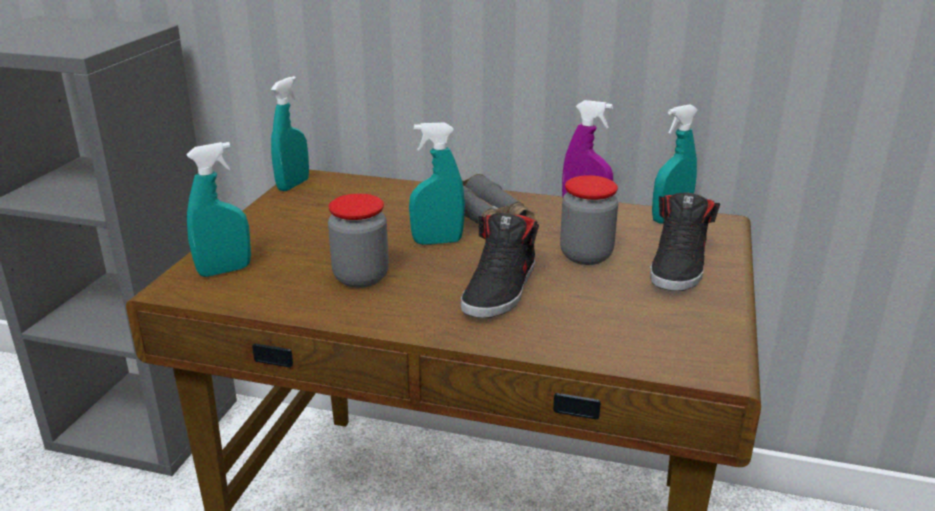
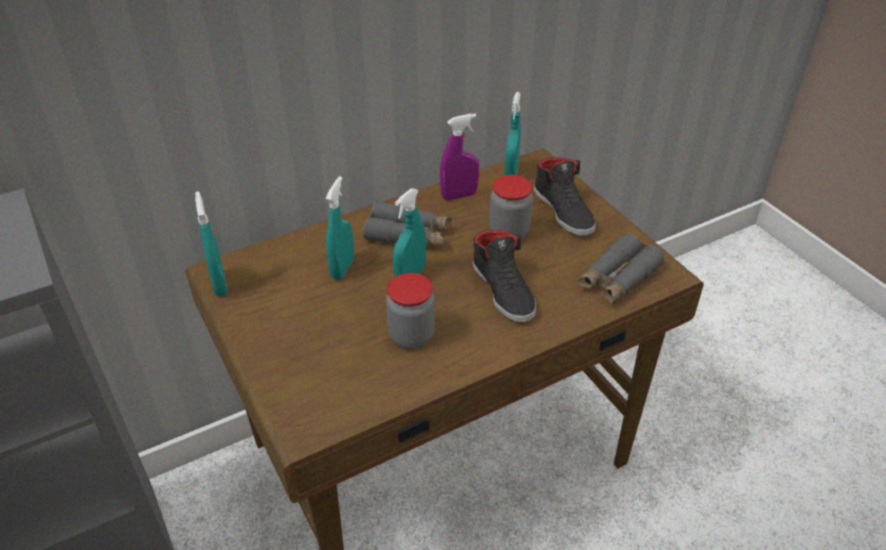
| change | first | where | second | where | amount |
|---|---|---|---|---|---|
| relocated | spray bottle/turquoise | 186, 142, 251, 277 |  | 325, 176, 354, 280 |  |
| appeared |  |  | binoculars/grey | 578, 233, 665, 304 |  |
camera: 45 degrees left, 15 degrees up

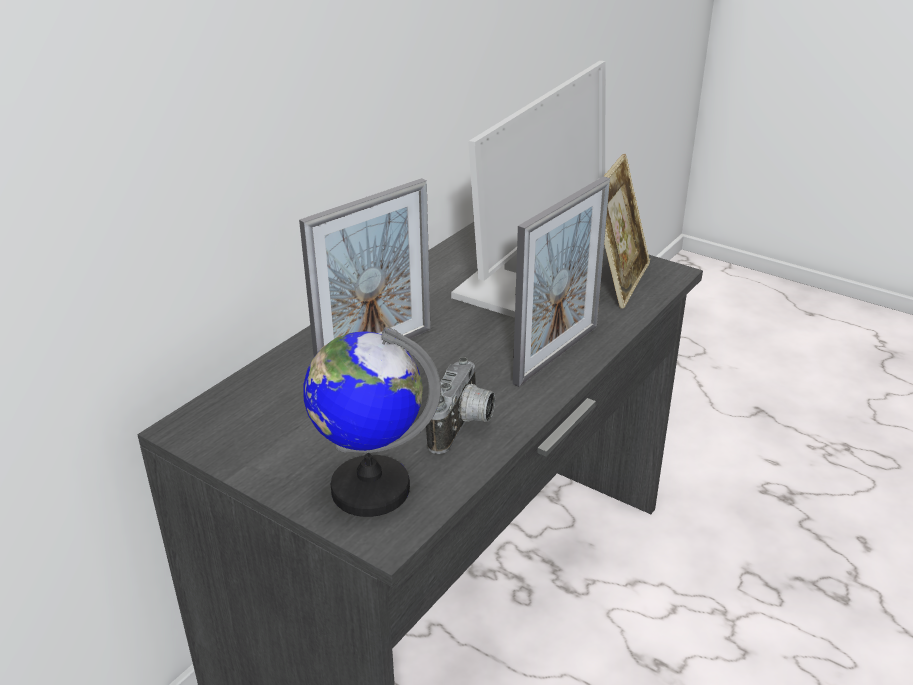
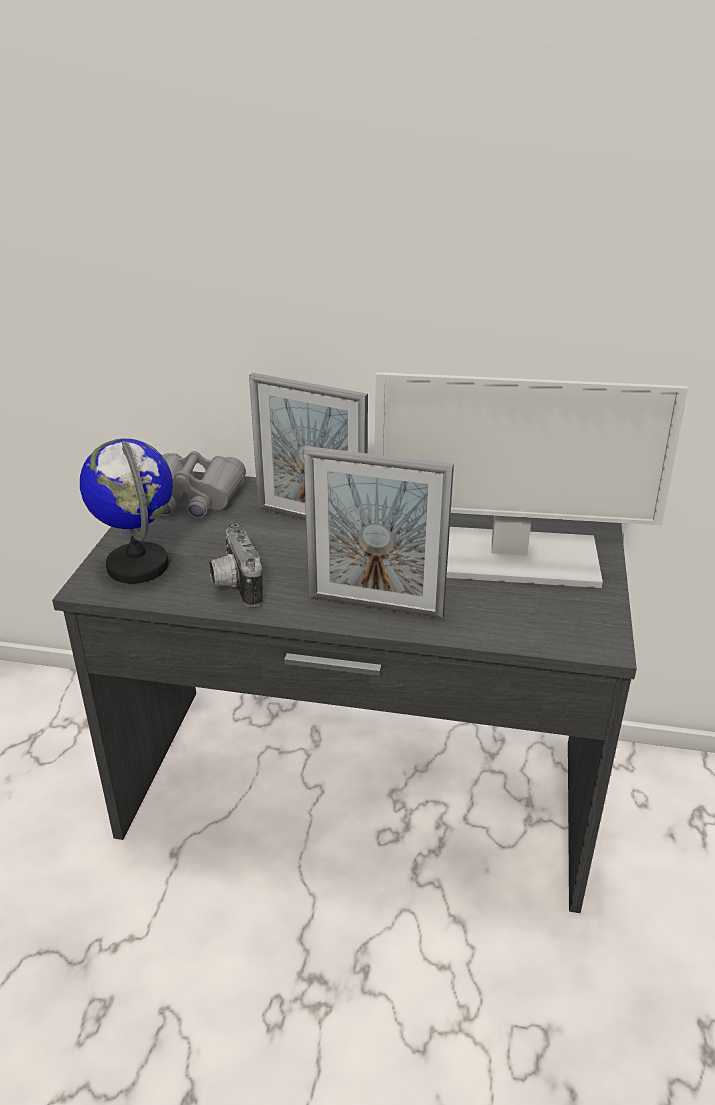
| change | first | where | second | where | amount |
|---|---|---|---|---|---|
| spun | photo camera | 426, 357, 495, 454 |  | 209, 522, 263, 607 | 75 degrees clockwise |
| missing | picture frame | 604, 154, 650, 308 |  |  |  |
| appeared |  |  | binoculars/grey | 160, 451, 246, 519 |  |
camera: 65 degrees right, 0 degrees up

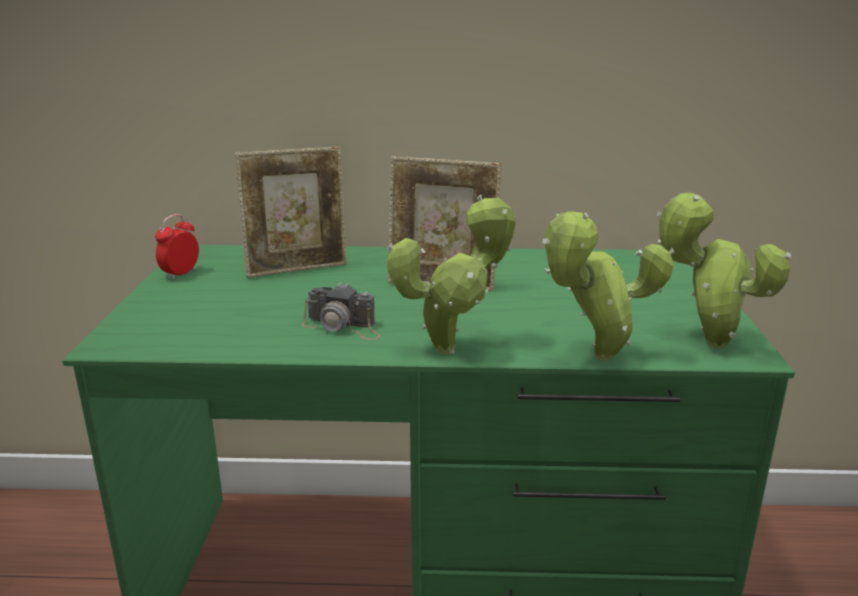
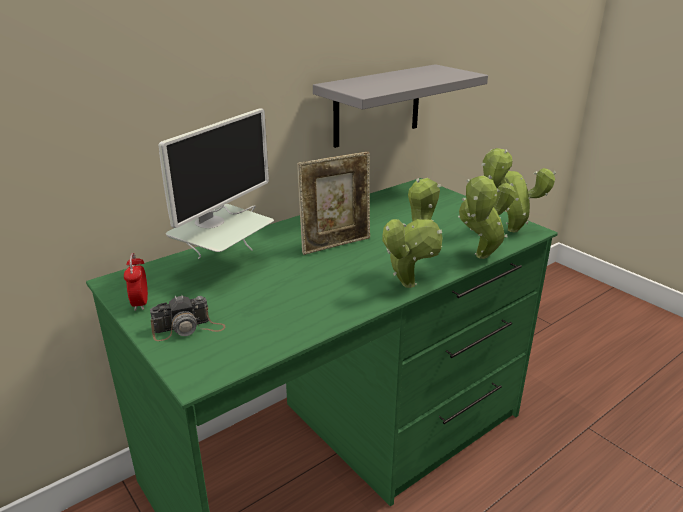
| change | first | where | second | where | amount |
|---|---|---|---|---|---|
| exchanged | picture frame | 235, 147, 347, 278 | monitor | 159, 108, 274, 259 |  |
| relocated | photo camera | 301, 283, 381, 340 |  | 150, 294, 225, 341 |  |
| appeared |  |  | shelf/grey | 313, 64, 488, 148 |  |
camera: 40 degrees left, 5 degrees up

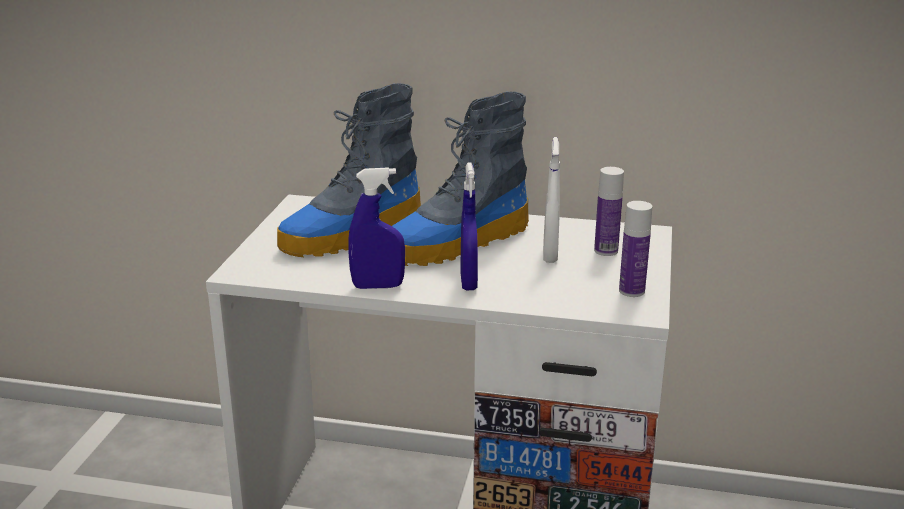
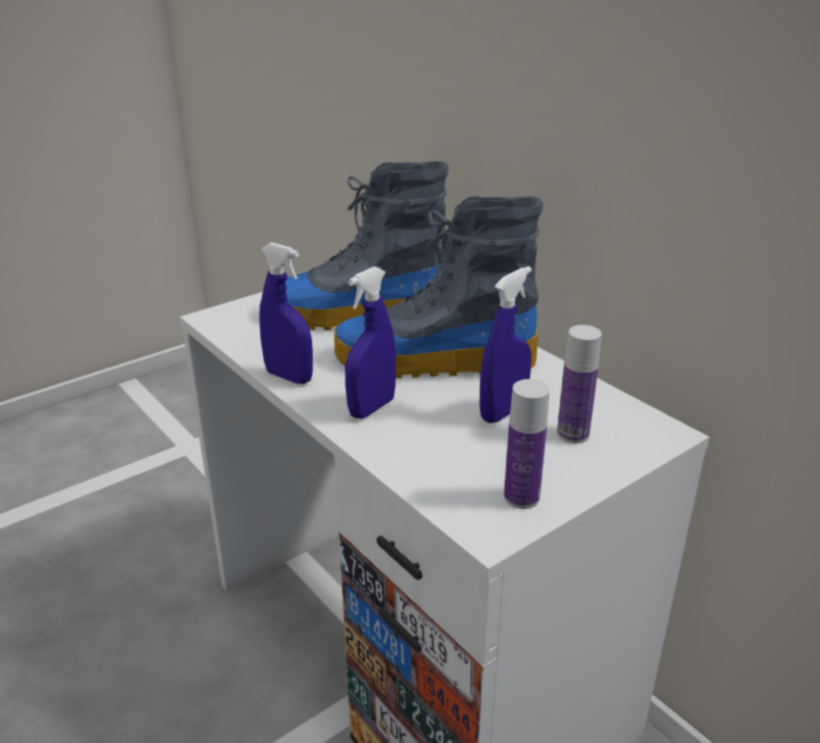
| change | first | where | second | where | amount |
|---|---|---|---|---|---|
| colour | spray bottle/white | 543, 137, 560, 263 | spray bottle/blue | 480, 266, 532, 423 |  |
camera: 40 degrees right, 5 degrees up

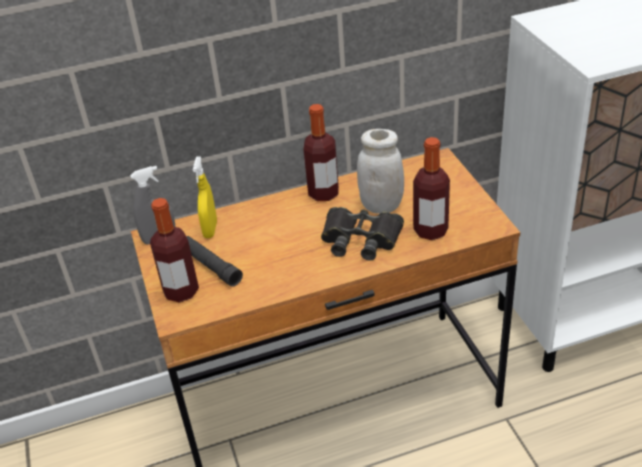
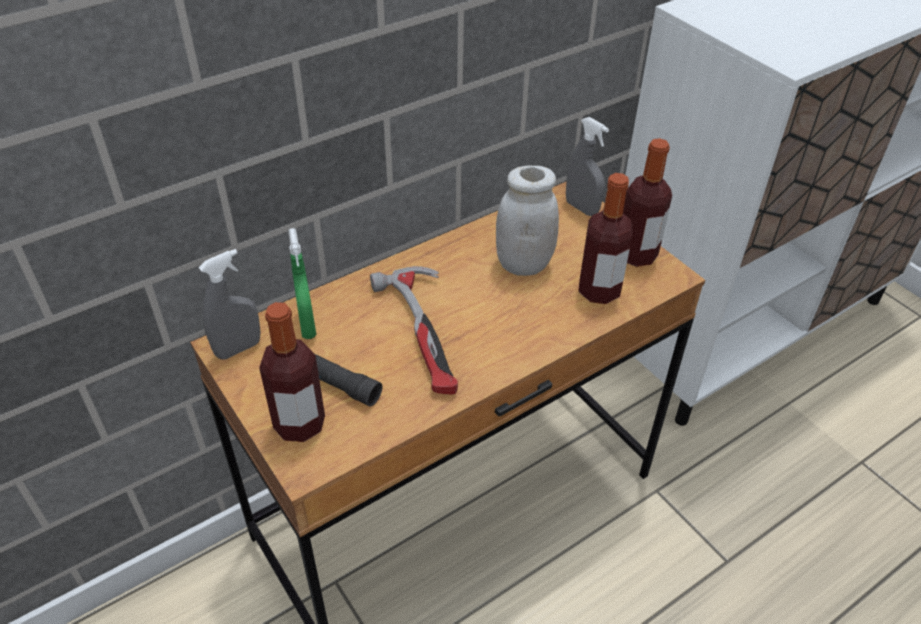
| change | first | where | second | where | amount |
|---|---|---|---|---|---|
| colour | spray bottle/yellow | 193, 156, 217, 238 | spray bottle/green | 289, 228, 317, 339 |  |
| relocated | bottle | 304, 104, 339, 201 |  | 623, 138, 672, 267 |  |
| missing | binoculars/black | 321, 207, 404, 261 |  |  |  |
| appeared |  |  | hammer | 370, 266, 458, 394 |  |
| appeared |  |  | spray bottle/grey | 566, 117, 609, 216 |  |
camera: 20 degrees left, 5 degrees up

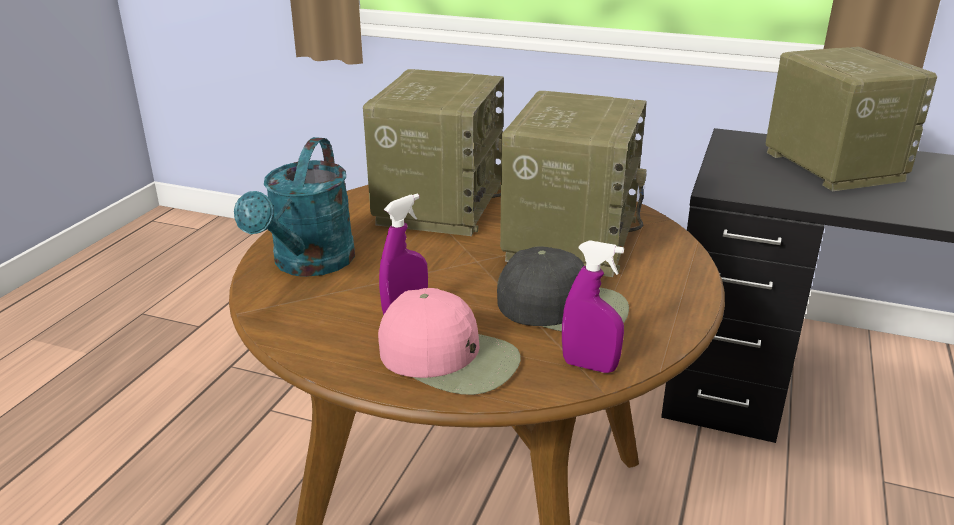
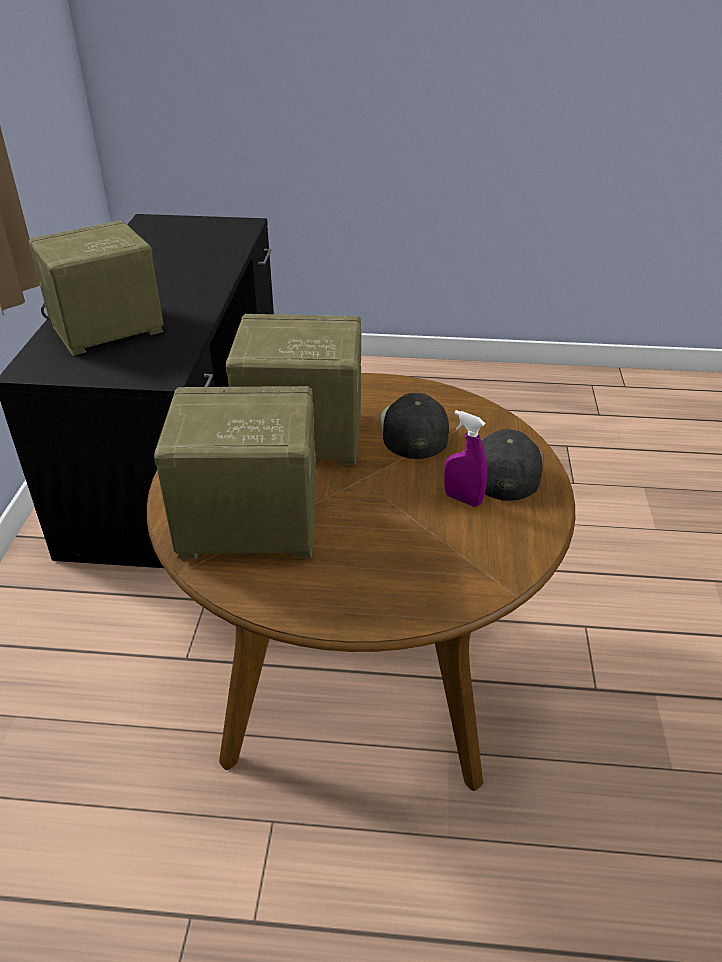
| change | first | where | second | where | amount |
|---|---|---|---|---|---|
| missing | watering can/turquoise | 234, 137, 355, 277 |  |  |  |
| colour | cap/pink | 378, 288, 521, 395 | cap/black | 481, 429, 543, 501 |  |
| missing | spray bottle/purple | 562, 240, 624, 373 |  |  |  |
camera: 105 degrees left, 10 degrees up

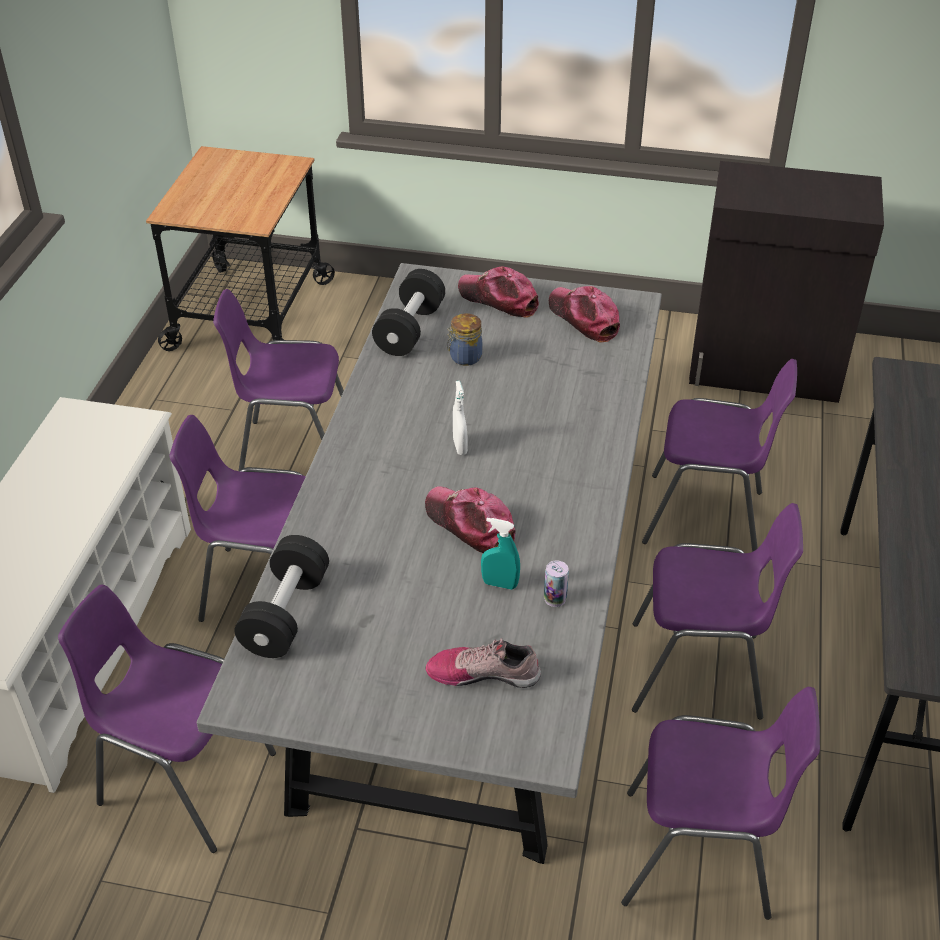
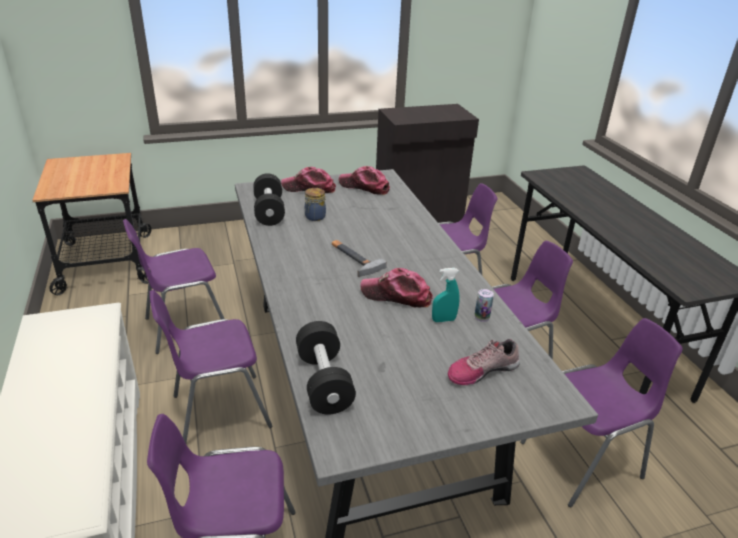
| change | first | where | second | where | amount |
|---|---|---|---|---|---|
| exchanged | spray bottle/white | 453, 381, 468, 455 | hammer | 332, 240, 387, 277 |  |
camera: 30 degrees left, 10 degrees down

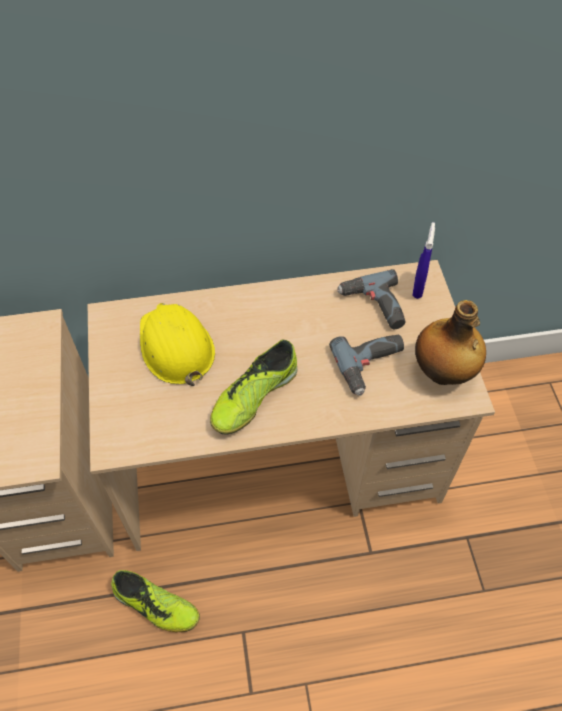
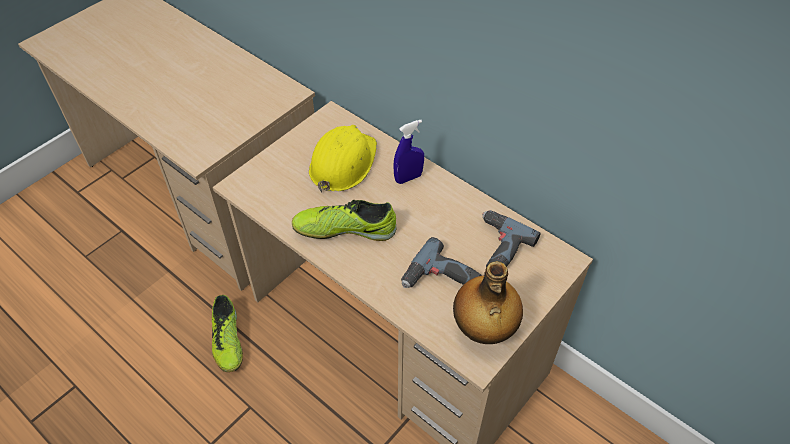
| change | first | where | second | where | amount |
|---|---|---|---|---|---|
| relocated | spray bottle/blue | 412, 222, 435, 299 |  | 393, 119, 424, 184 |  |
camera: 50 degrees right, 5 degrees down

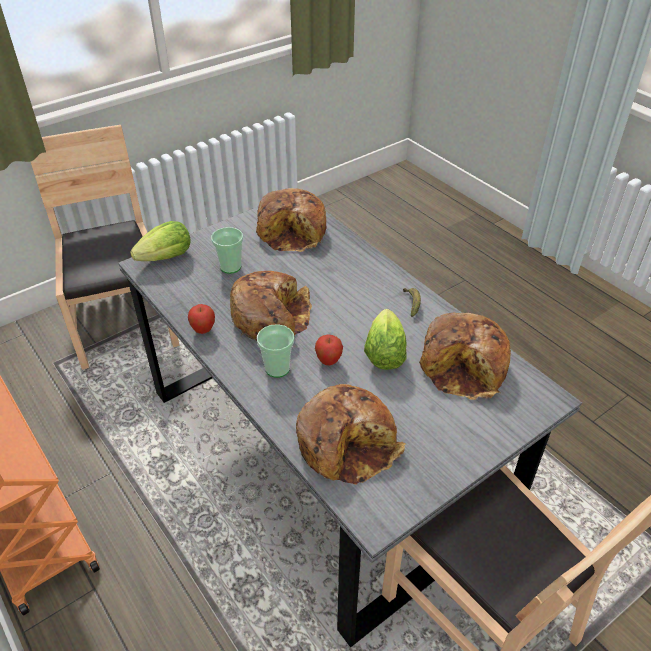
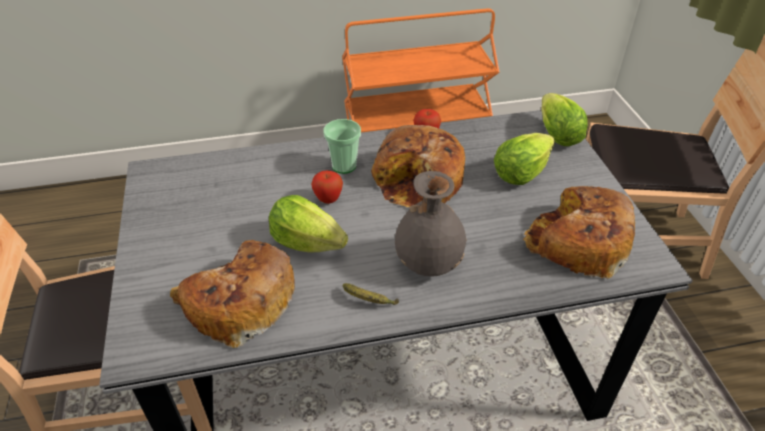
| change | first | where | second | where | amount |
|---|---|---|---|---|---|
| exchanged | cup | 211, 227, 243, 274 | lettuce | 494, 133, 555, 185 |  |
| missing | bread | 296, 384, 406, 485 |  |  |  |
| appeared |  |  | vase/grey | 395, 171, 466, 277 |  |
camera: 115 degrees right, 0 degrees up

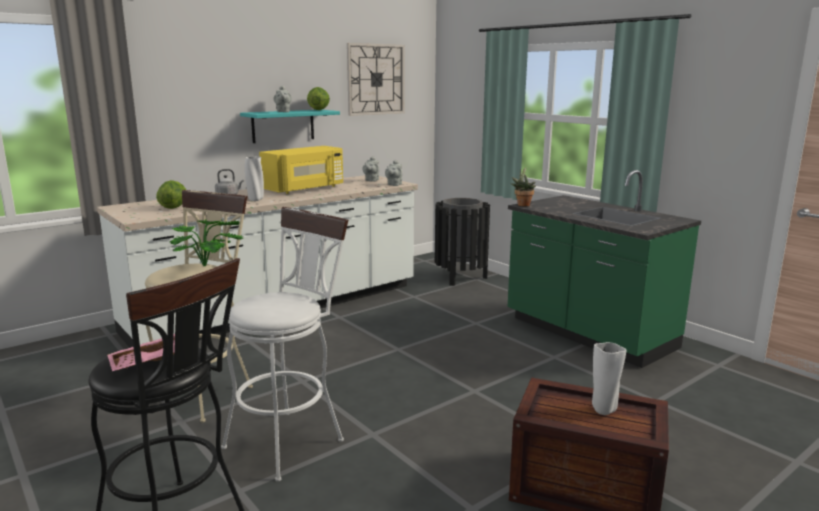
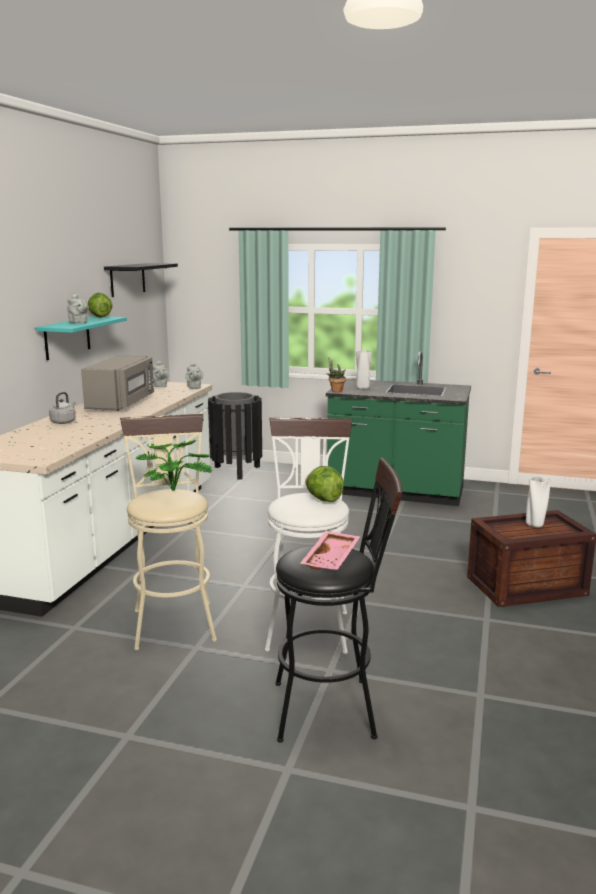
| change | first | where | second | where | amount |
|---|---|---|---|---|---|
| relocated | lettuce | 156, 180, 186, 209 |  | 305, 466, 344, 502 |  |
| relocated | vase/white | 245, 157, 264, 201 |  | 356, 350, 372, 389 |  |
| colour | microwave/yellow | 259, 146, 343, 194 | microwave/grey | 81, 355, 154, 411 |  |
| exchanged | wall clock | 347, 43, 404, 116 | shelf/black | 104, 263, 178, 297 |  |
camera: 35 degrees left, 0 degrees up

